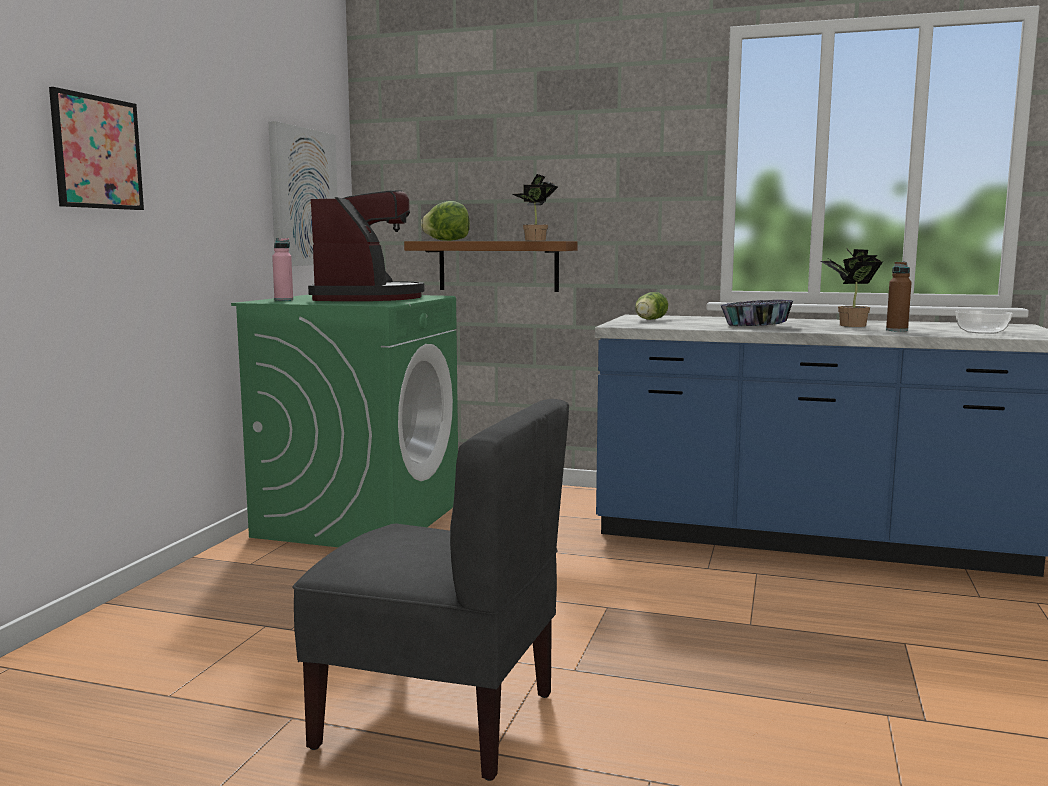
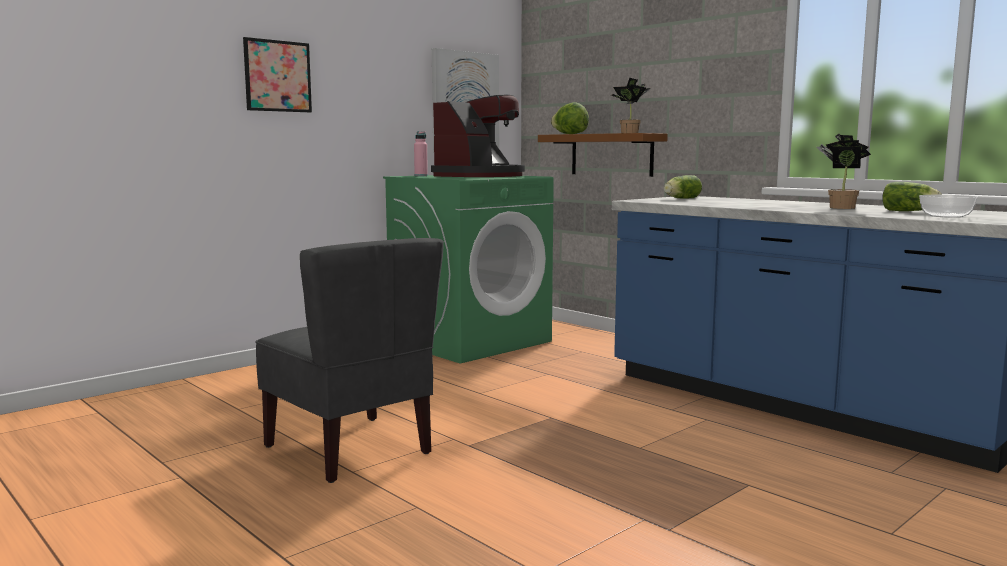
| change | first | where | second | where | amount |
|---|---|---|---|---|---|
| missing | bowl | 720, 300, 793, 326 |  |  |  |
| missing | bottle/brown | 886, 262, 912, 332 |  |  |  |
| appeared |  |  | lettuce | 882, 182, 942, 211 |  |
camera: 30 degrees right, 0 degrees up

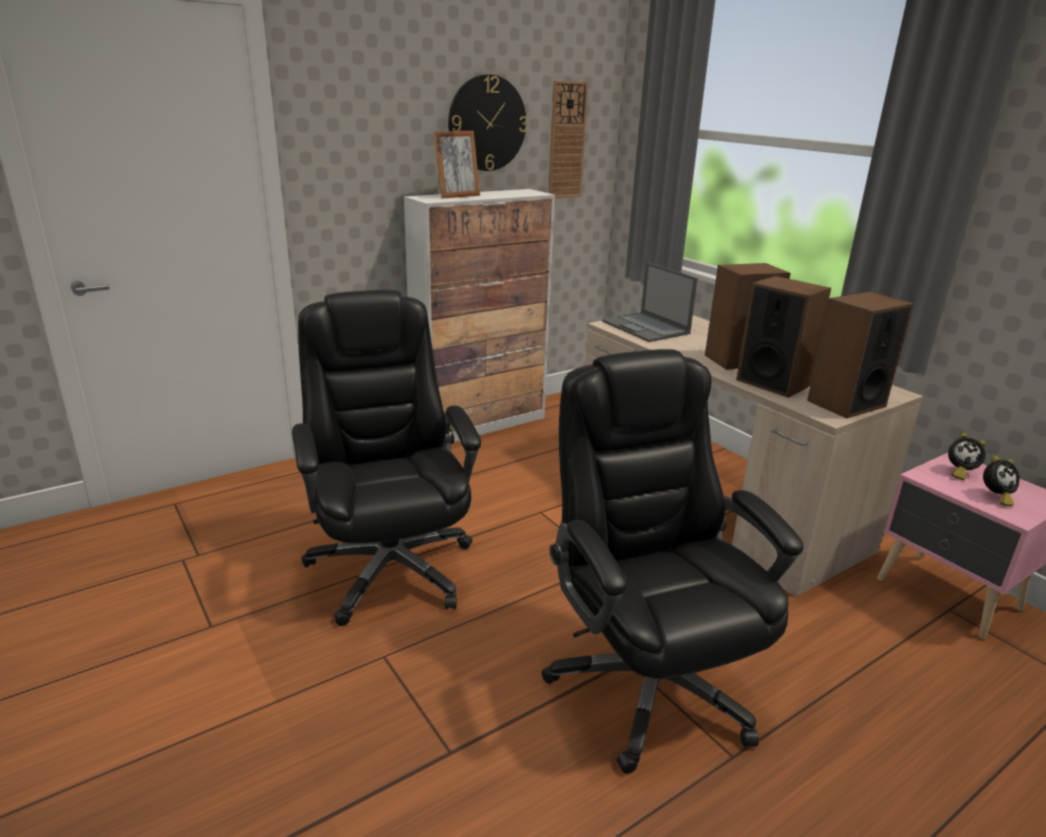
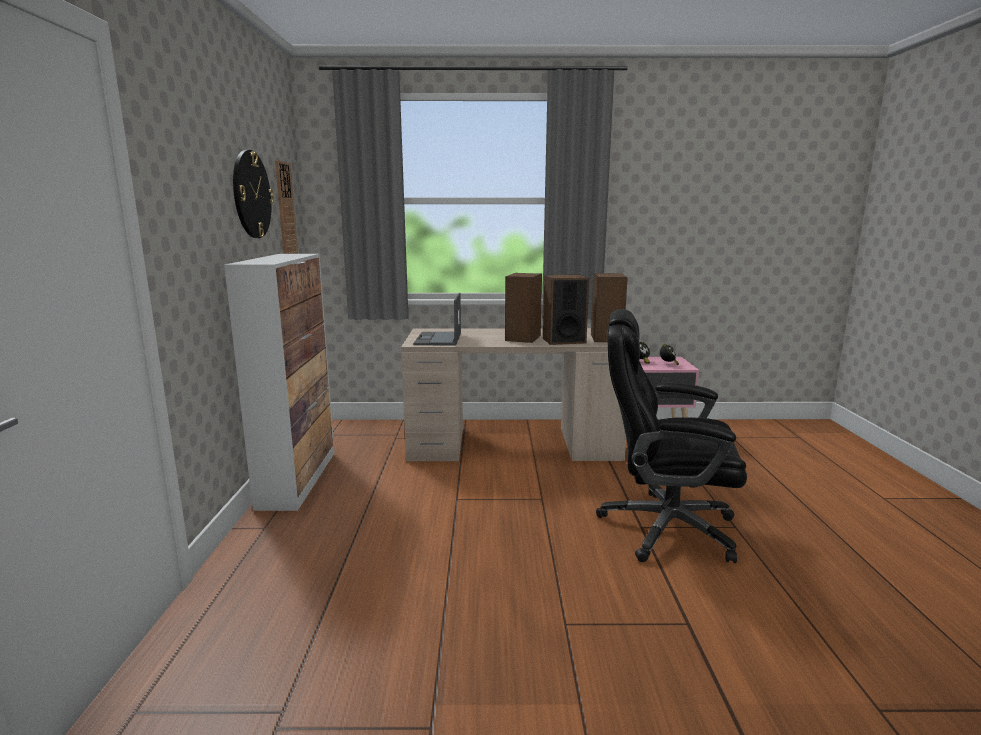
| change | first | where | second | where | amount |
|---|---|---|---|---|---|
| missing | office chair/black | 292, 290, 481, 626 |  |  |  |
| missing | picture frame | 434, 131, 480, 199 |  |  |  |
| spun | laptop | 602, 262, 698, 342 |  | 413, 293, 461, 346 | 90 degrees clockwise |
camera: 55 degrees left, 10 degrees down

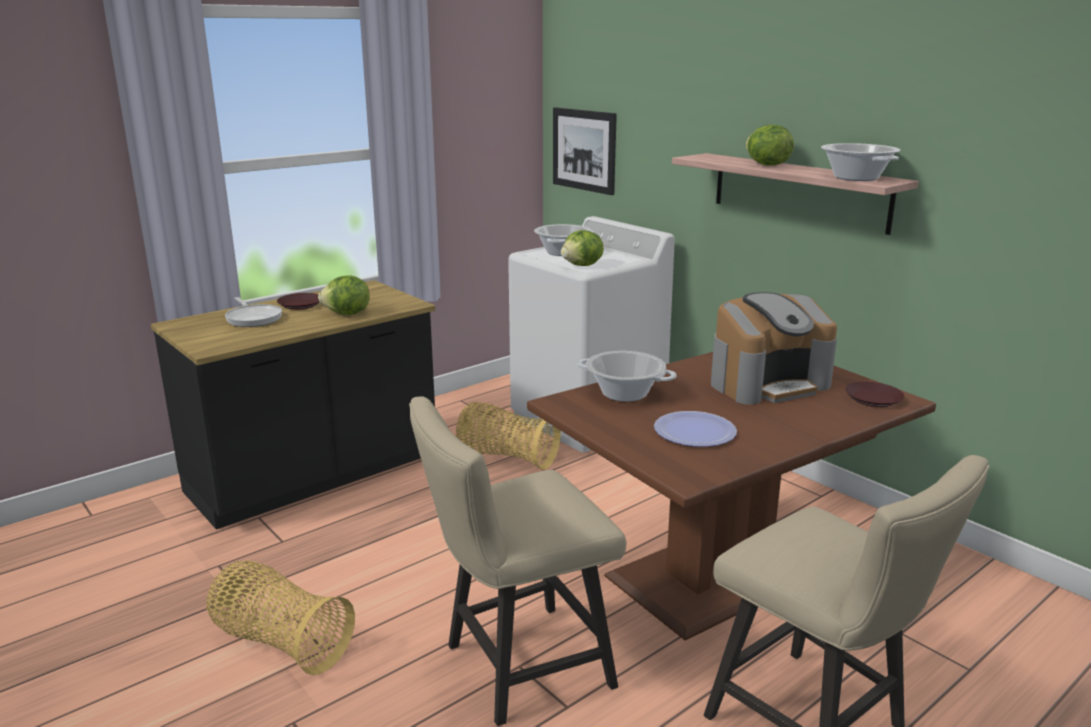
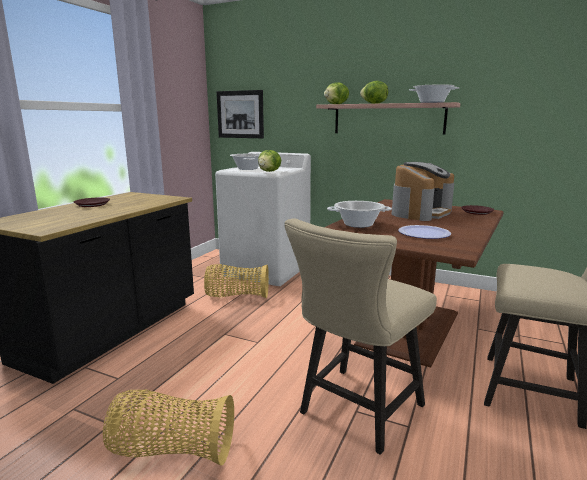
| change | first | where | second | where | amount |
|---|---|---|---|---|---|
| missing | frying pan | 225, 297, 282, 327 |  |  |  |
| relocated | lettuce | 318, 276, 370, 315 |  | 324, 82, 349, 104 |  |
camera: 25 degrees left, 5 degrees down

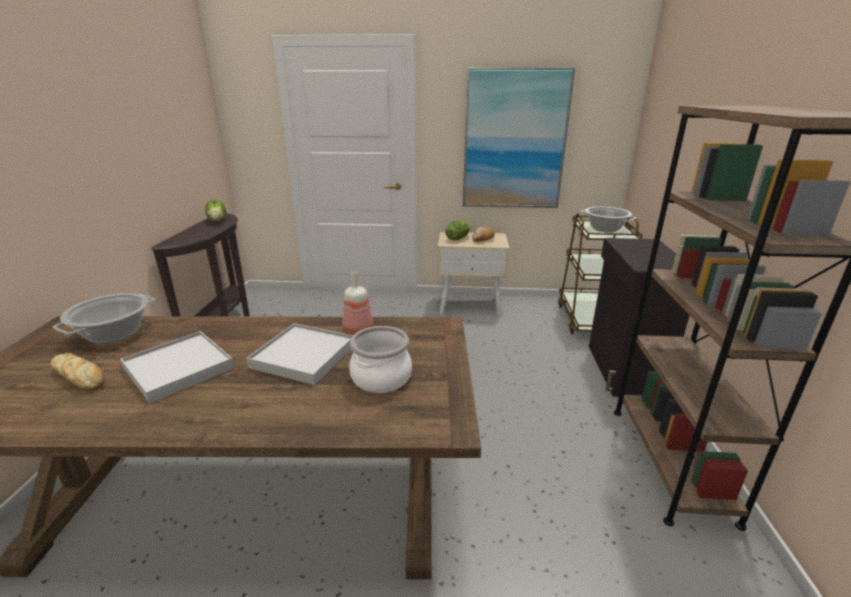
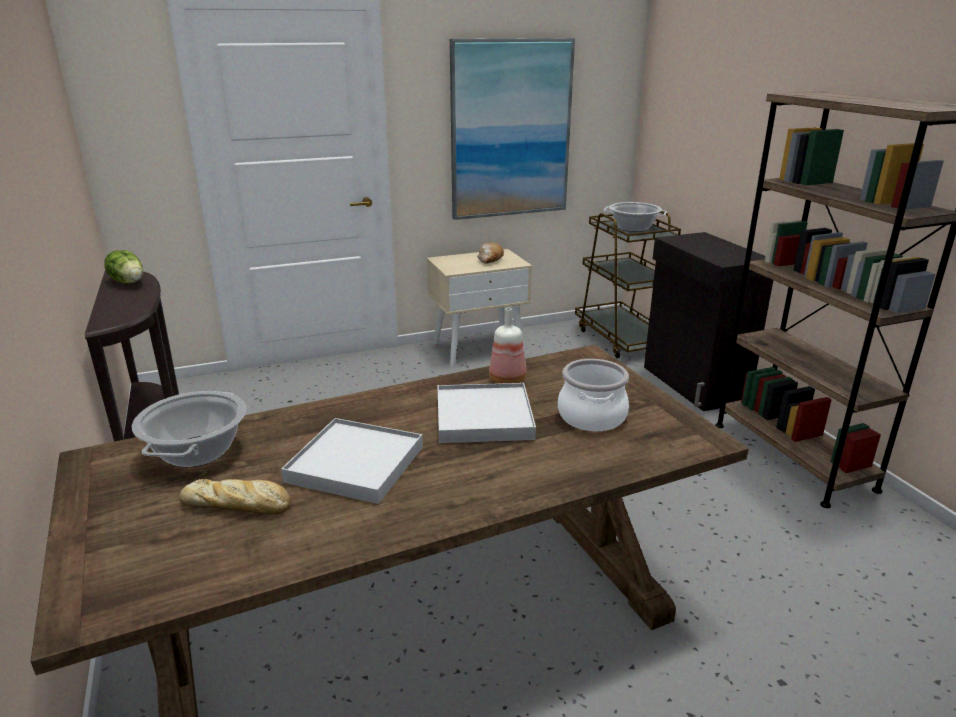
| change | first | where | second | where | amount |
|---|---|---|---|---|---|
| missing | lettuce | 445, 221, 470, 240 |  |  |  |
camera: 25 degrees left, 0 degrees up

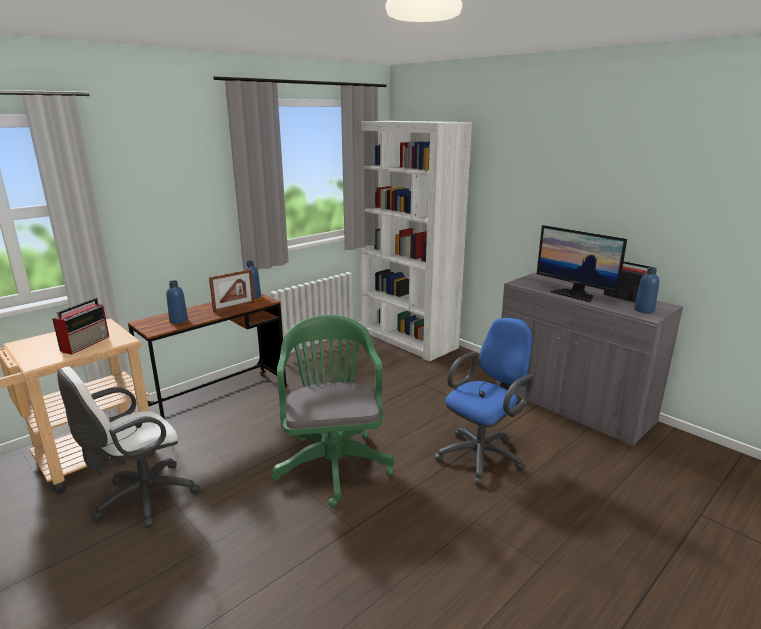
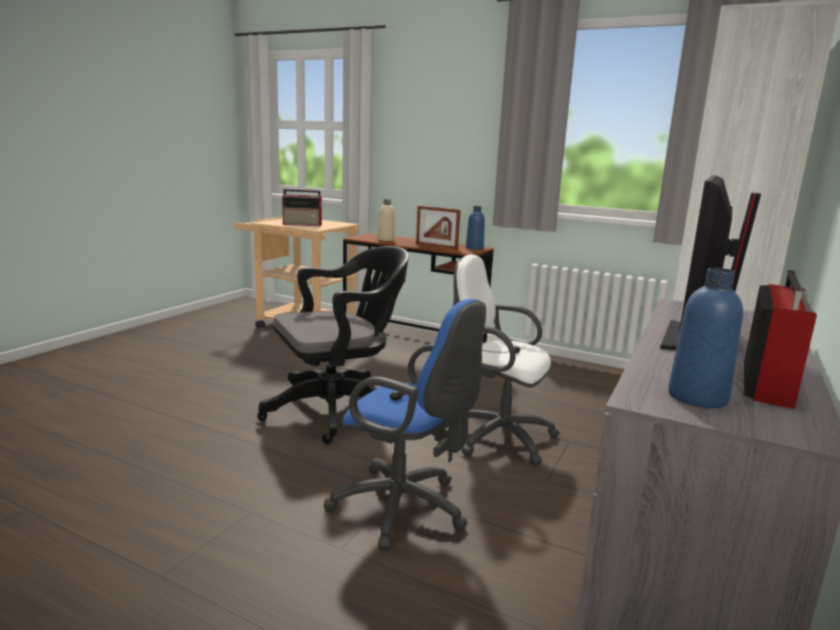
| change | first | where | second | where | amount |
|---|---|---|---|---|---|
| relocated | office chair/white | 57, 367, 200, 528 |  | 448, 254, 560, 466 |  |
| colour | bottle/blue | 166, 280, 188, 323 | bottle/beige | 378, 199, 395, 241 |  |
| colour | office chair/green | 272, 315, 394, 507 | office chair/black | 257, 246, 409, 444 |  |
camera: 70 degrees right, 5 degrees down

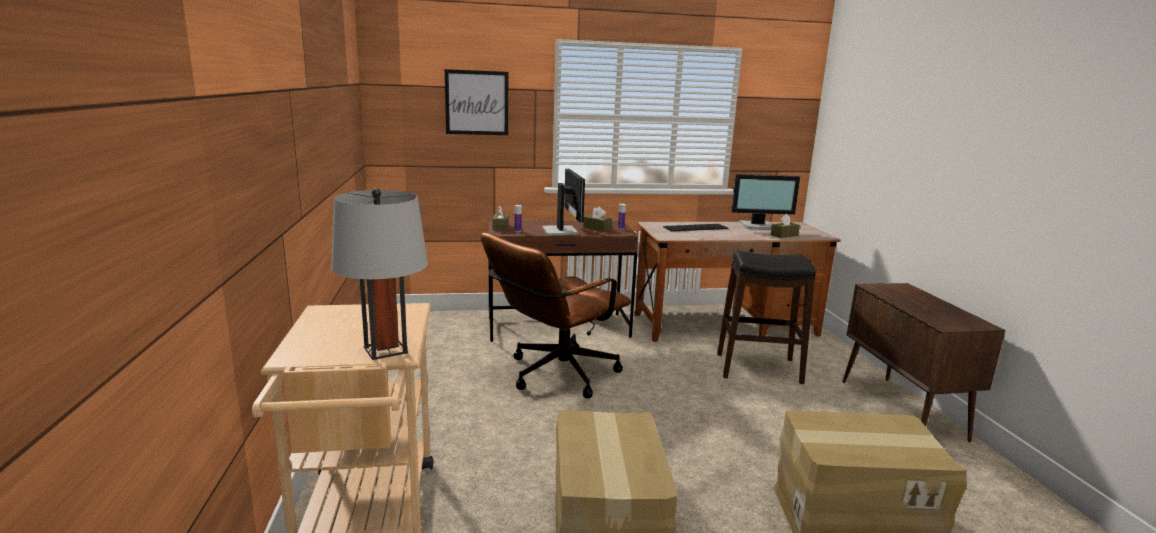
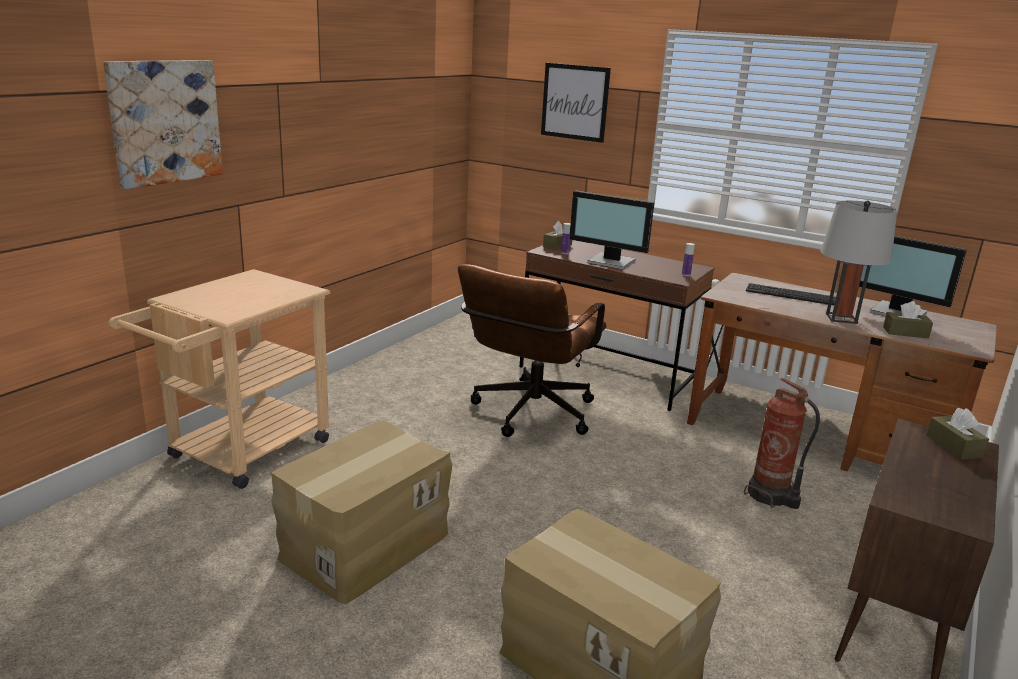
| change | first | where | second | where | amount |
|---|---|---|---|---|---|
| relocated | table lamp/grey | 331, 188, 428, 360 |  | 821, 200, 897, 324 |  |
| spun | office chair/brown | 481, 233, 631, 399 |  | 458, 264, 607, 437 | 60 degrees counterclockwise |
| spun | monitor | 542, 169, 585, 235 |  | 569, 190, 654, 269 | 90 degrees clockwise |
| relocated | tissue box/brown | 583, 207, 612, 232 |  | 926, 408, 989, 460 |  |
| exchanged | stool/black | 717, 251, 816, 384 | fire extinguisher | 744, 378, 820, 509 |  |
| appeared |  |  | picture | 103, 60, 223, 189 |  |
camera: 40 degrees right, 5 degrees up

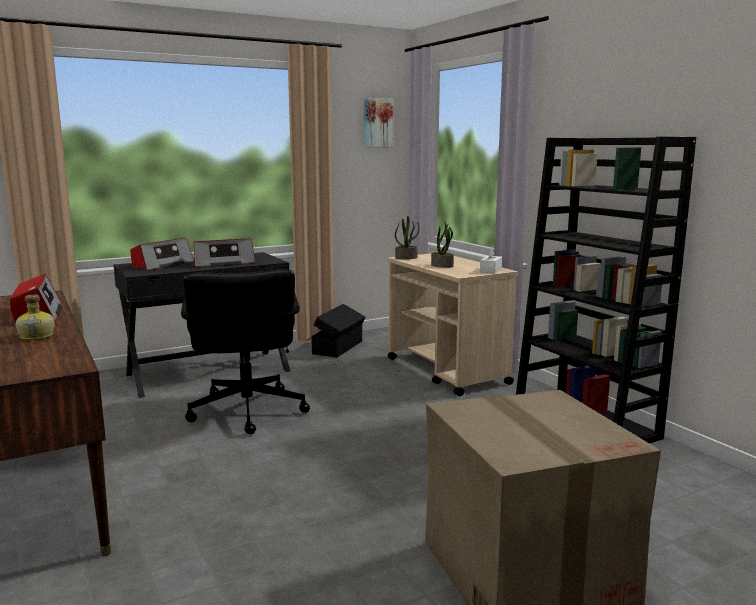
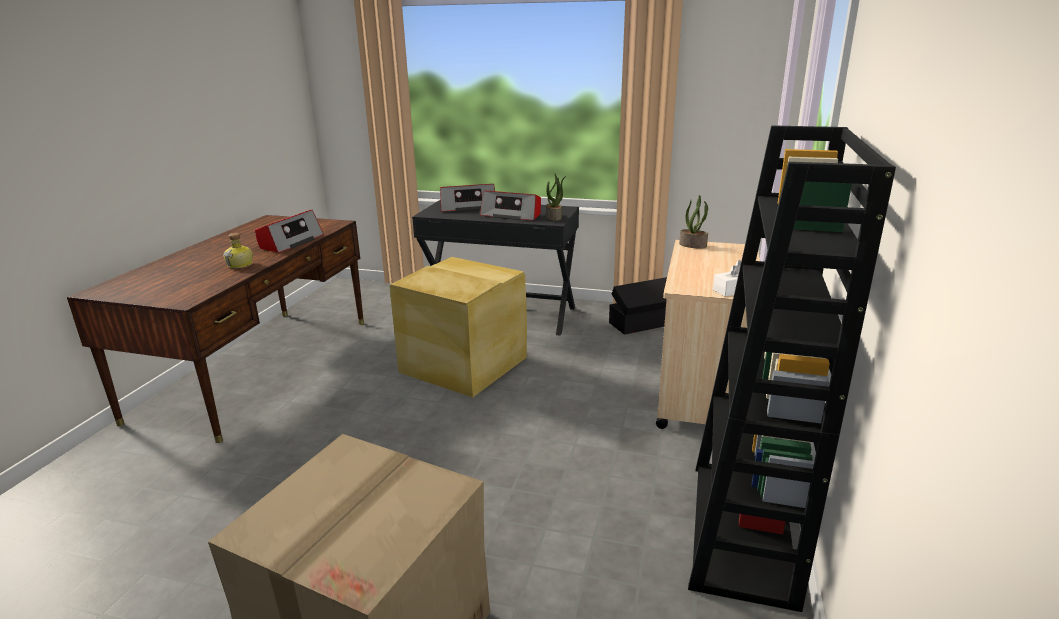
| change | first | where | second | where | amount |
|---|---|---|---|---|---|
| exchanged | office chair/black | 181, 269, 310, 434 | storage box/beige | 389, 257, 527, 397 |  |
| missing | picture | 364, 98, 393, 147 |  |  |  |
| relocated | potted plant | 431, 222, 454, 268 |  | 546, 174, 566, 221 |  |
camera: 45 degrees right, 10 degrees up

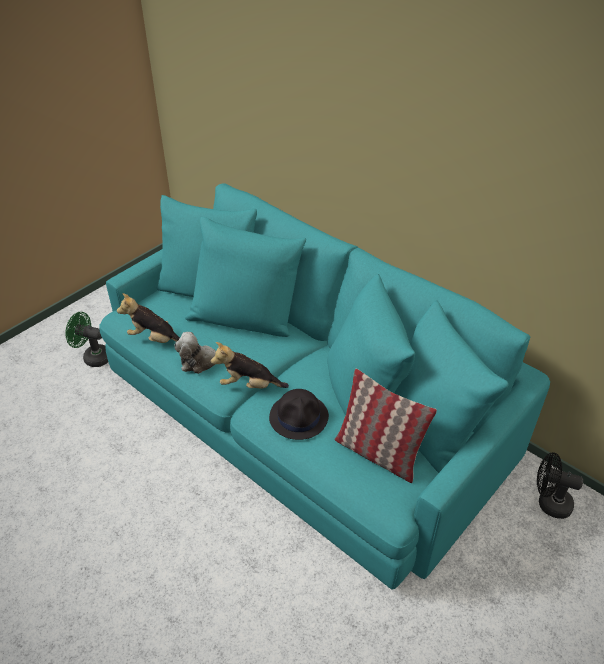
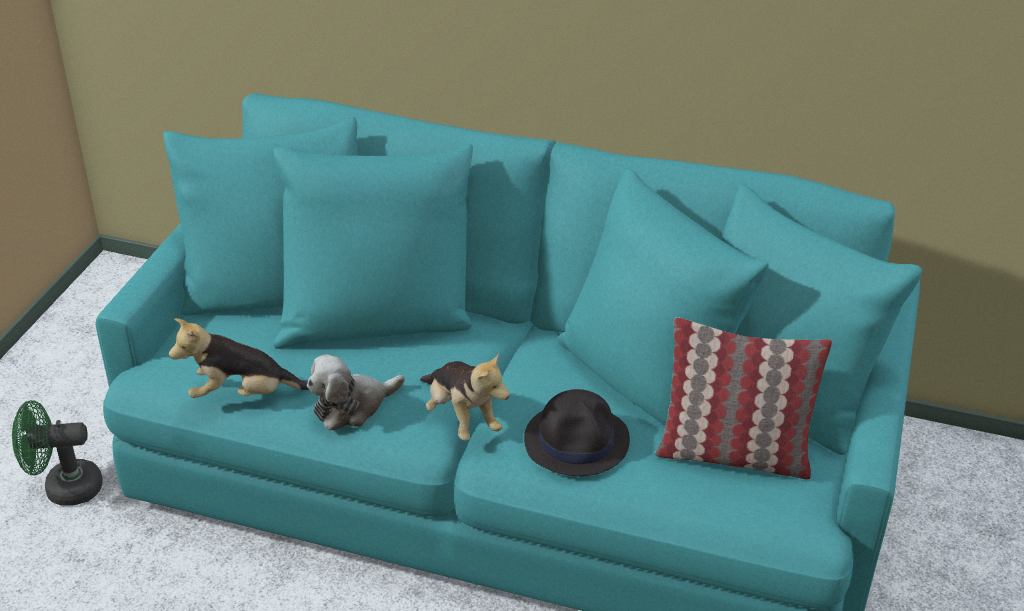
| change | first | where | second | where | amount |
|---|---|---|---|---|---|
| spun | plush toy | 211, 342, 289, 389 |  | 420, 352, 510, 441 | 105 degrees counterclockwise |
| missing | fan/black | 537, 452, 583, 519 |  |  |  |
camera: 25 degrees left, 5 degrees down

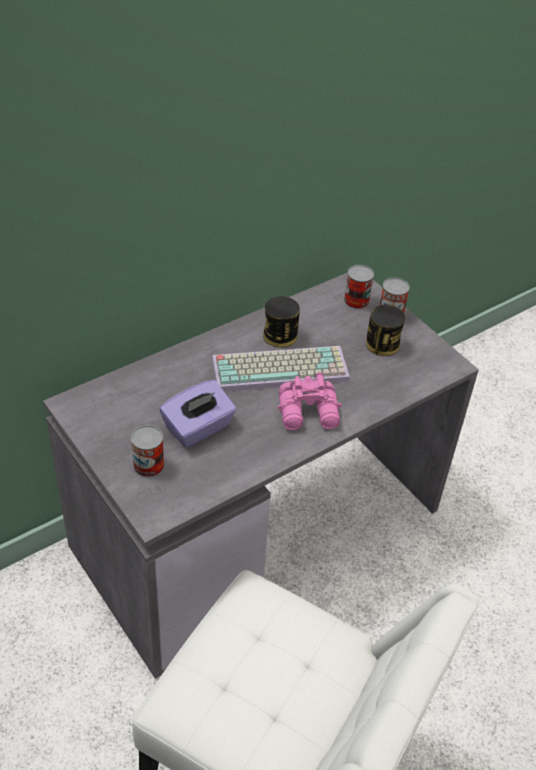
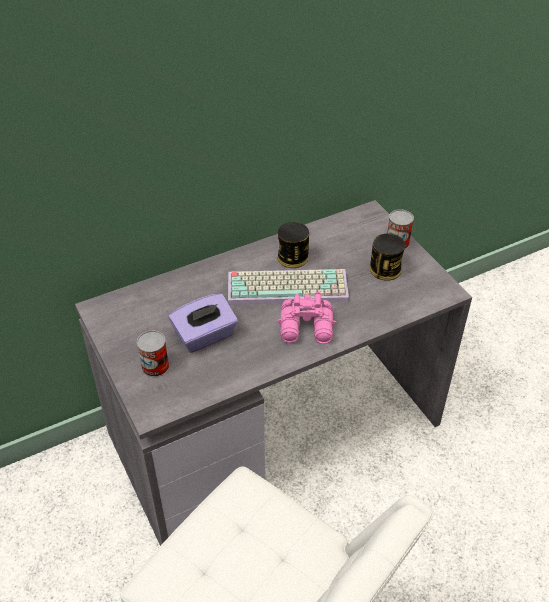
| change | first | where | second | where | amount |
|---|---|---|---|---|---|
| missing | can | 344, 265, 374, 309 |  |  |  |
camera: 10 degrees right, 0 degrees up

